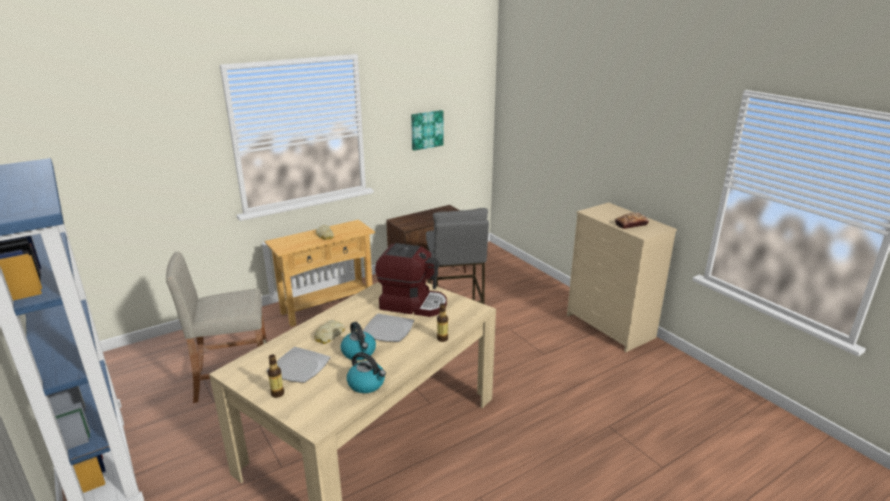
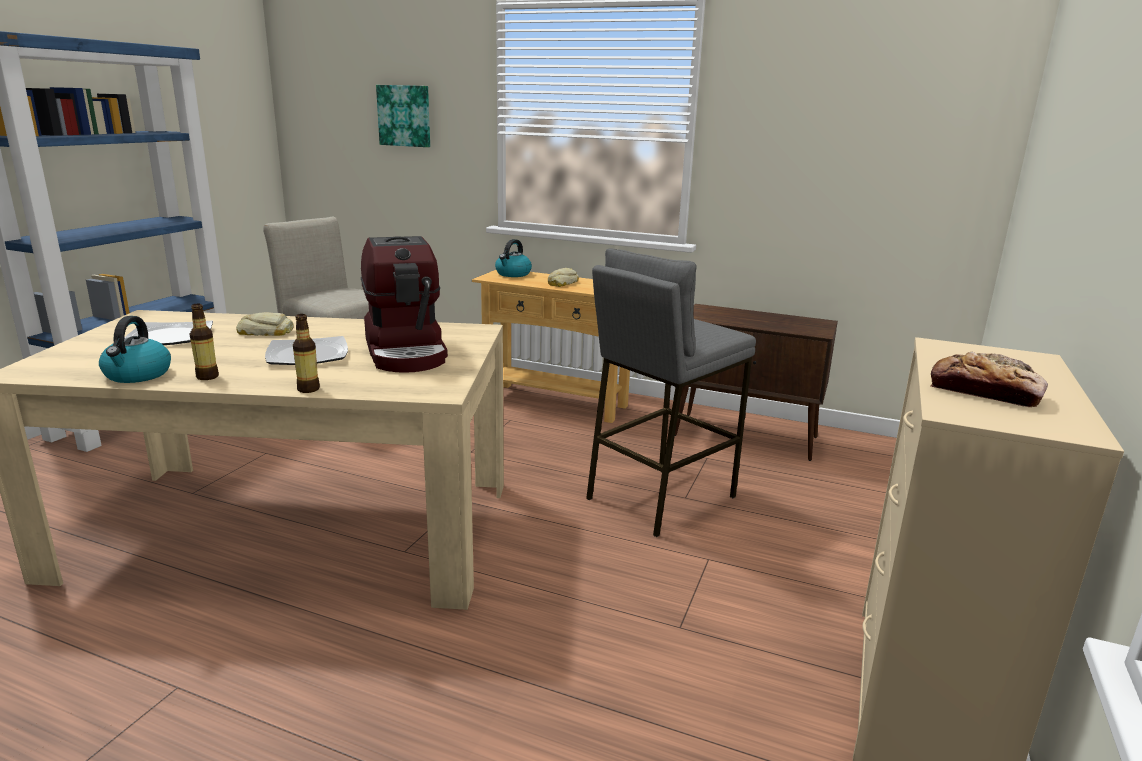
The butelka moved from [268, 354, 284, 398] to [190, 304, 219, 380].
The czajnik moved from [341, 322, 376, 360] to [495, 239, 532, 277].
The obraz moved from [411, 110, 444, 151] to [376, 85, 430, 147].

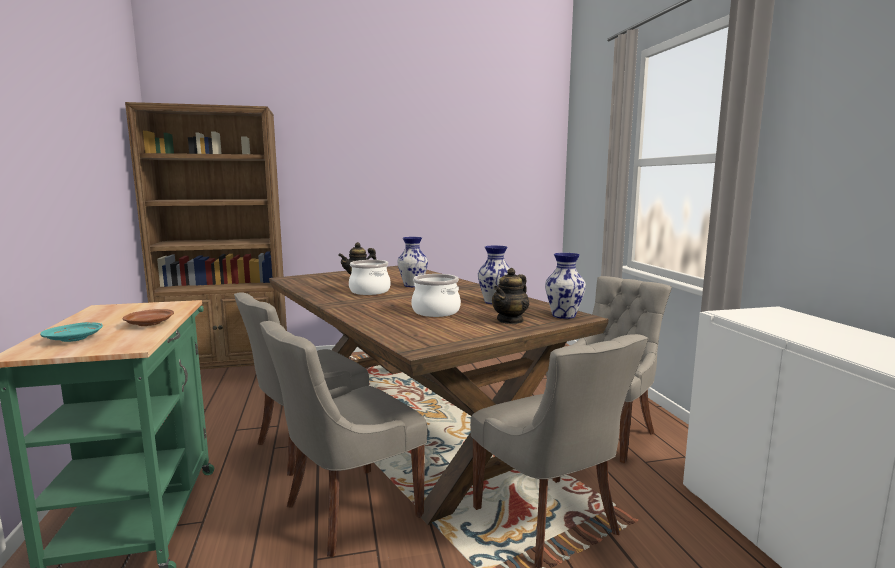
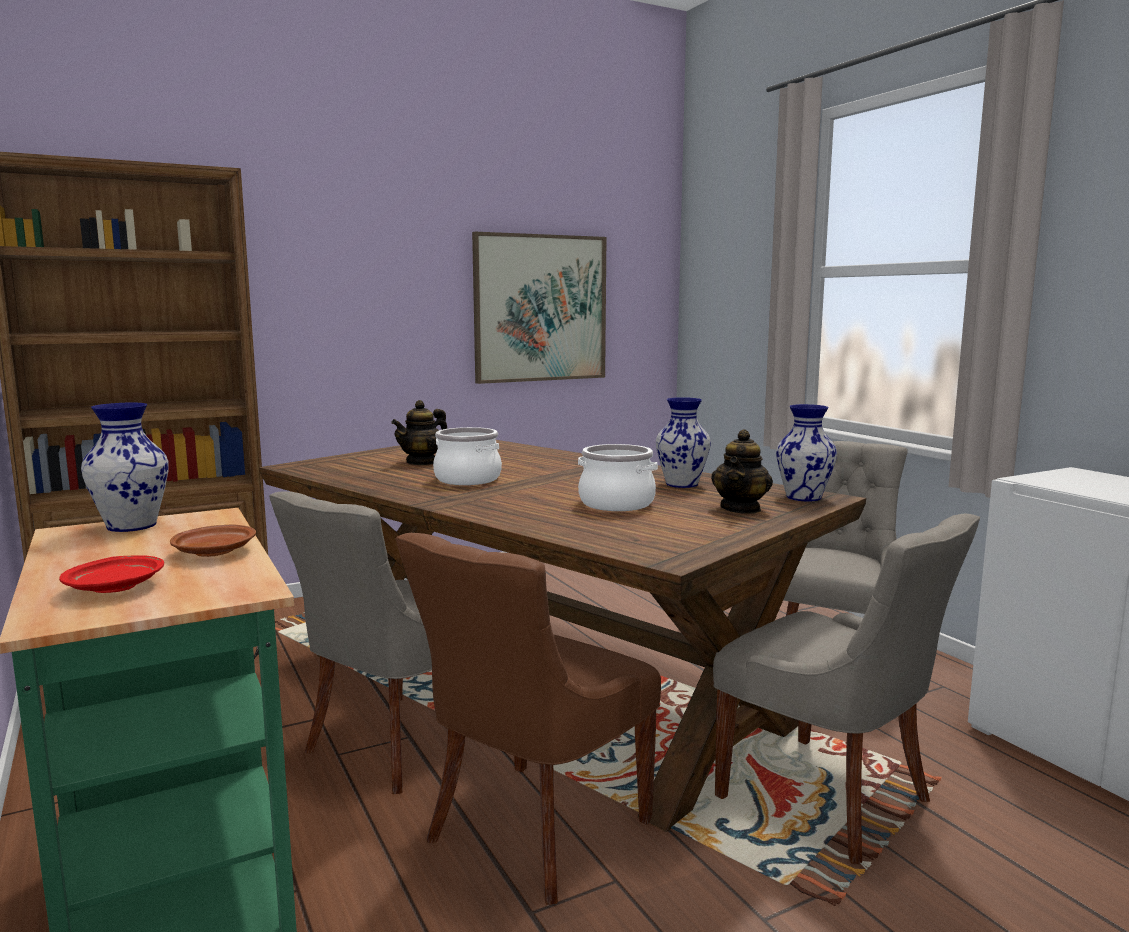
The talerz [turkusowy] at [40, 322, 103, 342] became the talerz [czerwony] at [59, 555, 164, 593].
The krzesło [szary] at [260, 321, 428, 557] became the krzesło [brązowy] at [396, 533, 661, 905].
The wazon moved from [397, 237, 428, 287] to [81, 403, 169, 532].
The obraz at [472, 232, 606, 384] appeared.

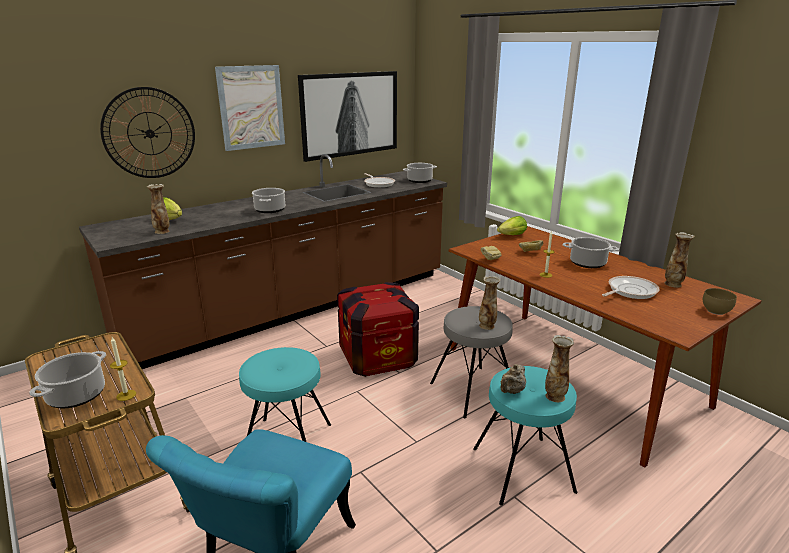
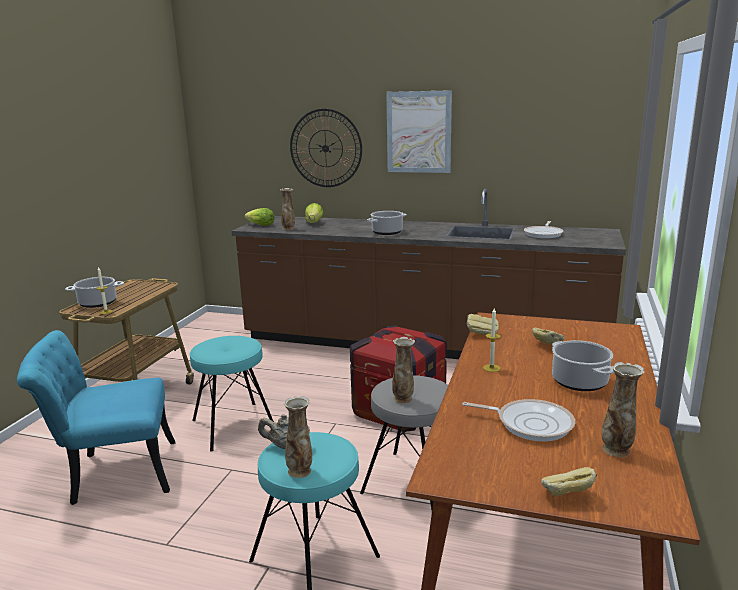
The obraz at [298, 71, 397, 162] disappeared.
The garnek at [403, 163, 437, 183] disappeared.
The sałata moved from [497, 216, 527, 235] to [244, 208, 274, 226].
The miska [brązowy] at [703, 288, 737, 315] was replaced by the chleb at [541, 467, 597, 496].

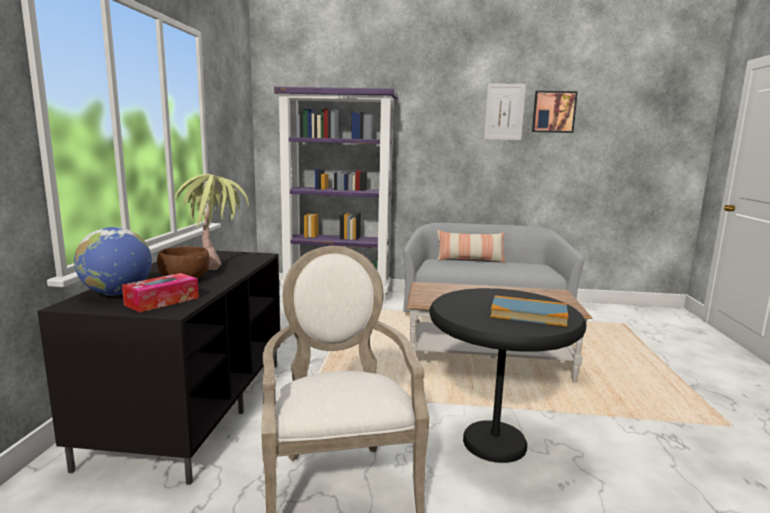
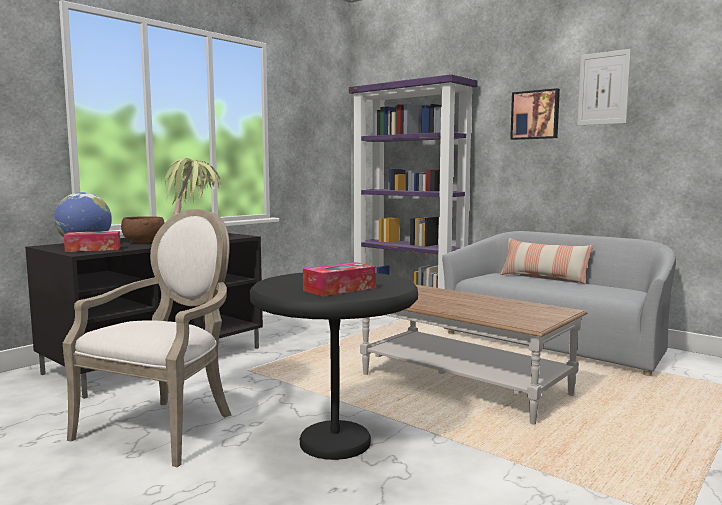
The książka at [490, 296, 568, 327] was replaced by the pudełko chusteczek at [303, 262, 376, 296].
The obraz moved from [532, 91, 578, 133] to [510, 88, 560, 140].

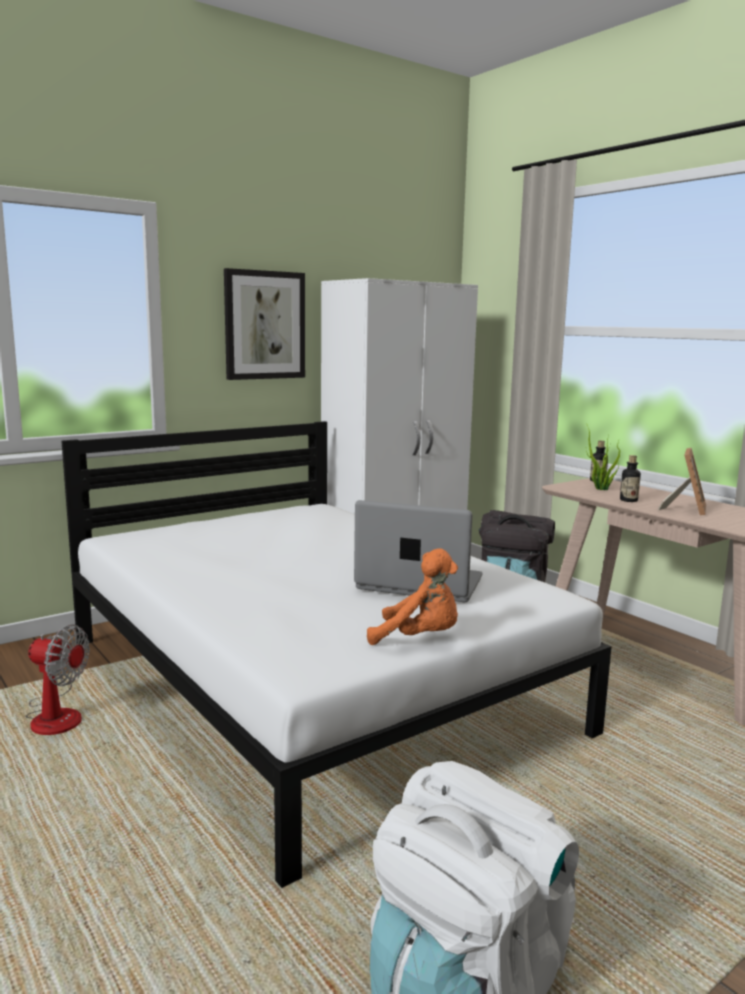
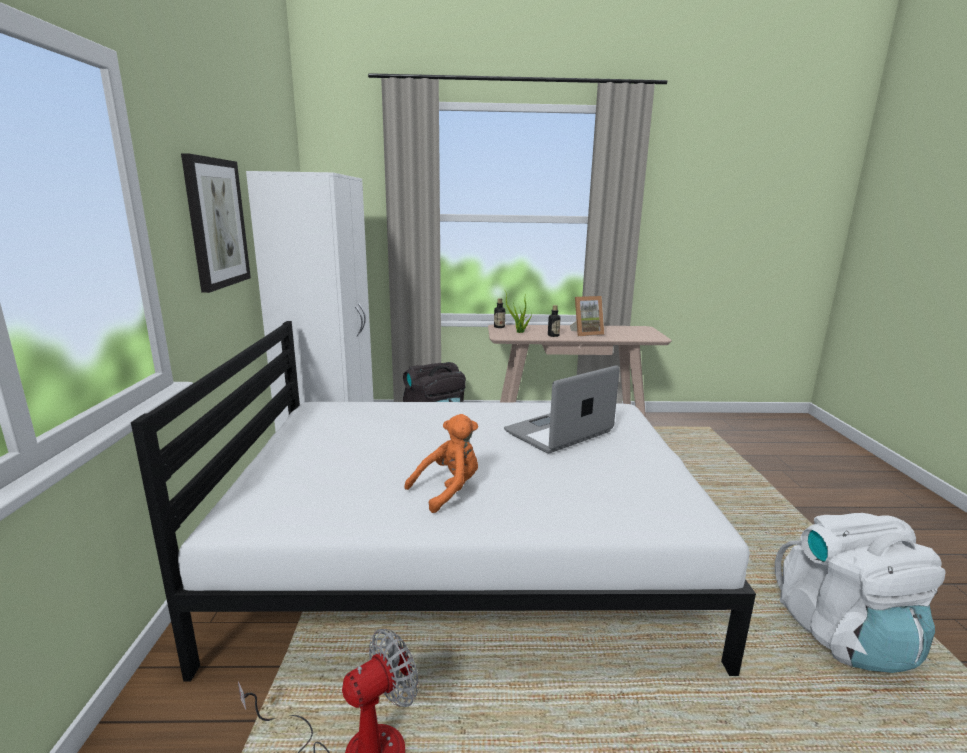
The pluszak [pomarańczowy] moved from [367, 548, 458, 645] to [404, 414, 478, 513].
The ramka na zdjęcie at [658, 447, 706, 516] turned 105 degrees clockwise.

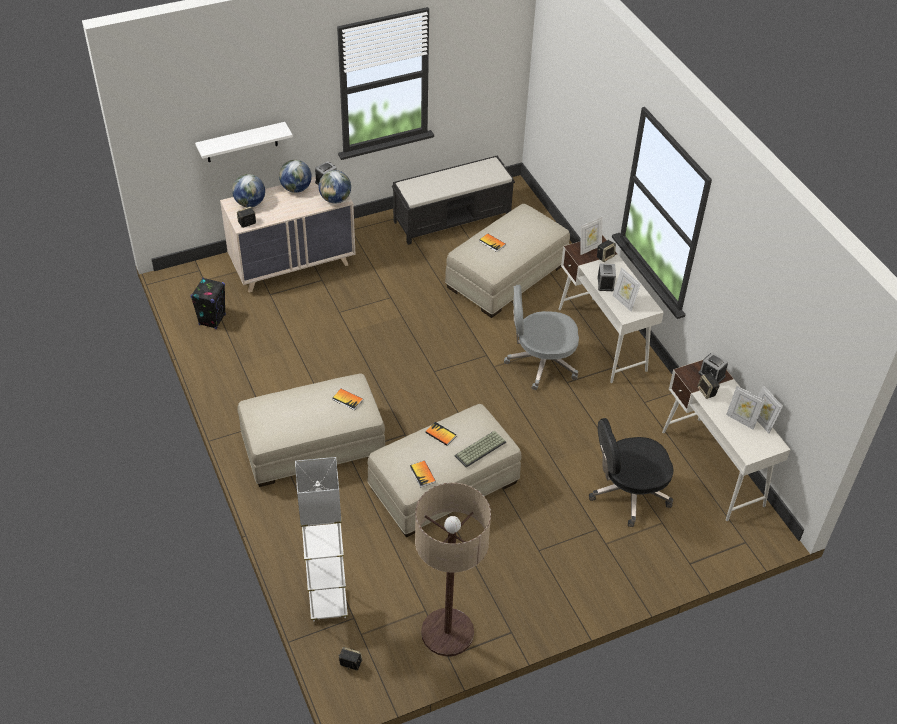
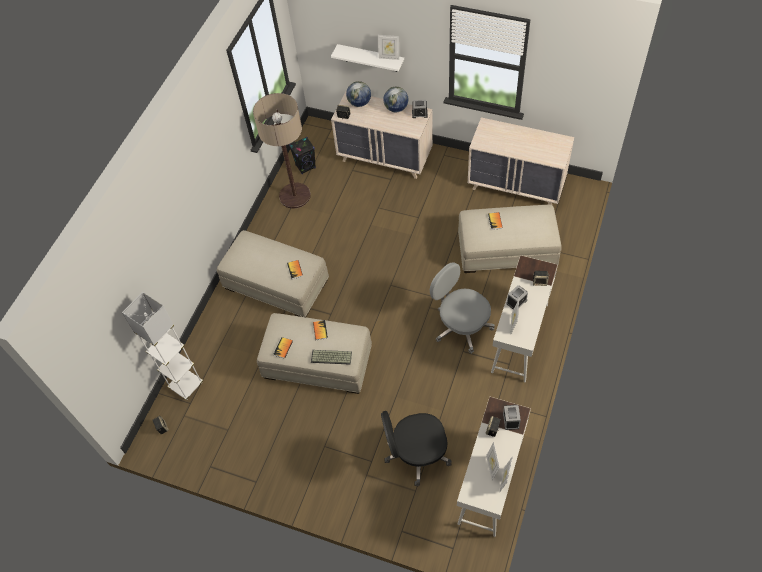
The globus at [319, 170, 351, 204] disappeared.
The ławka [czarny] at [392, 156, 515, 245] was replaced by the komoda [beżowy] at [468, 117, 574, 205].
The lampa stojąca moved from [415, 483, 491, 657] to [253, 93, 311, 209].
The ramka na zdjęcie moved from [580, 217, 602, 255] to [378, 35, 399, 60].
The krzesło biurowe [czarny] at [589, 418, 673, 527] turned 45 degrees counterclockwise.

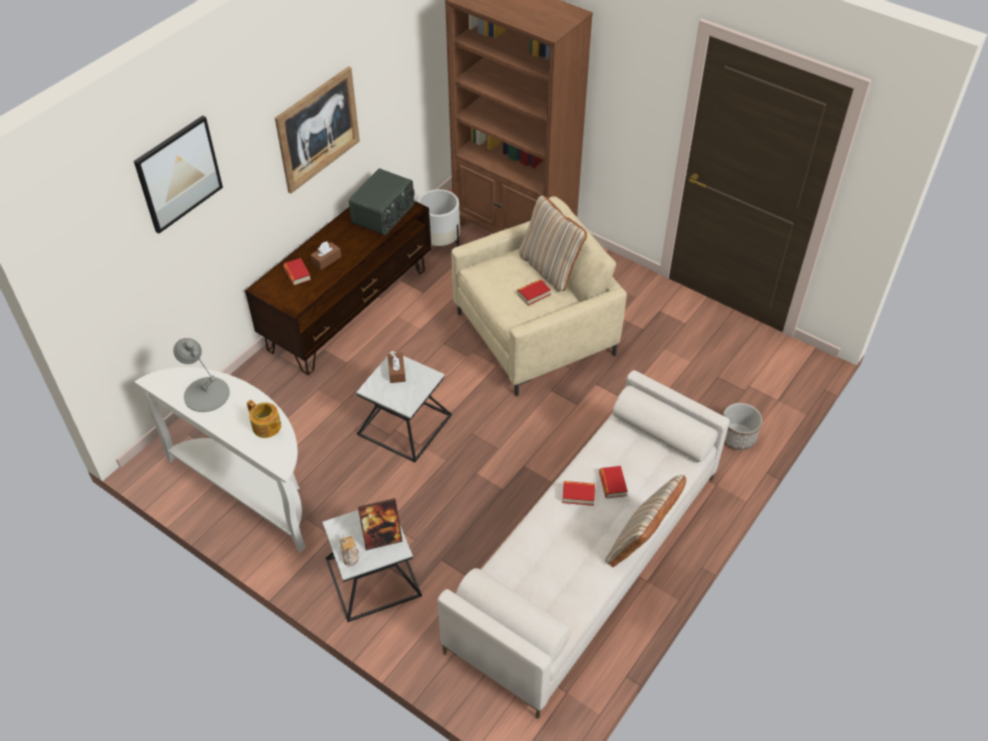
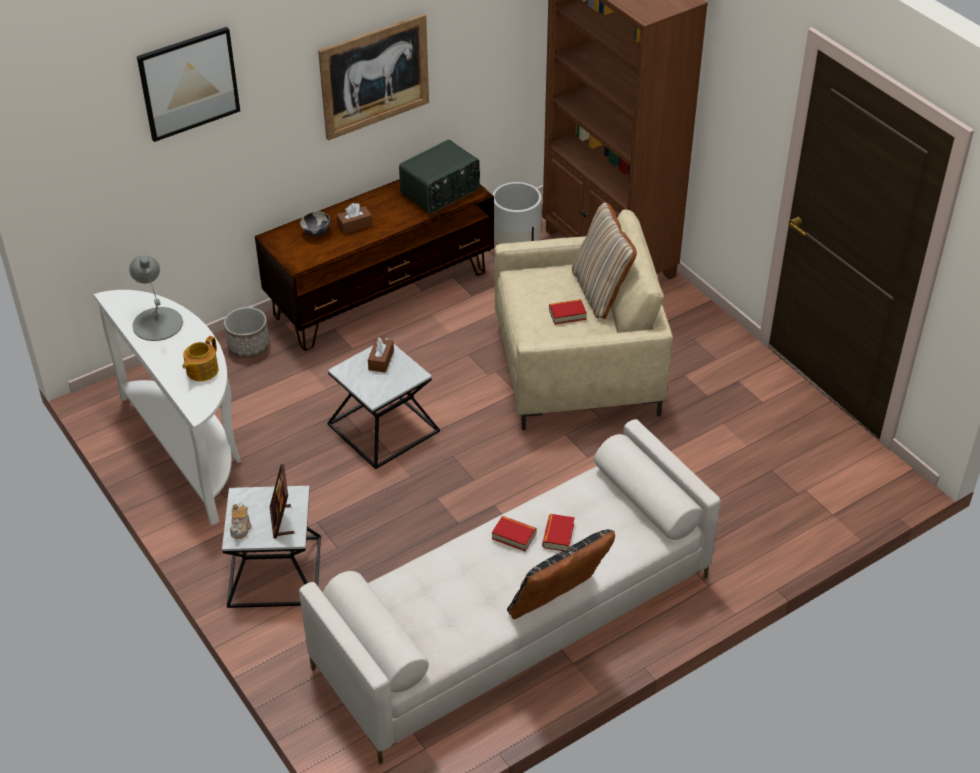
The imbryk at [247, 400, 281, 438] turned 60 degrees clockwise.
The książka at [283, 258, 311, 286] was replaced by the miska at [300, 211, 330, 236].
The ramka na zdjęcie at [358, 498, 403, 550] turned 75 degrees clockwise.
The poduszka [beżowy] at [605, 475, 686, 567] became the poduszka [czarny] at [507, 530, 615, 619].
The donica moved from [723, 403, 762, 450] to [224, 307, 270, 358].

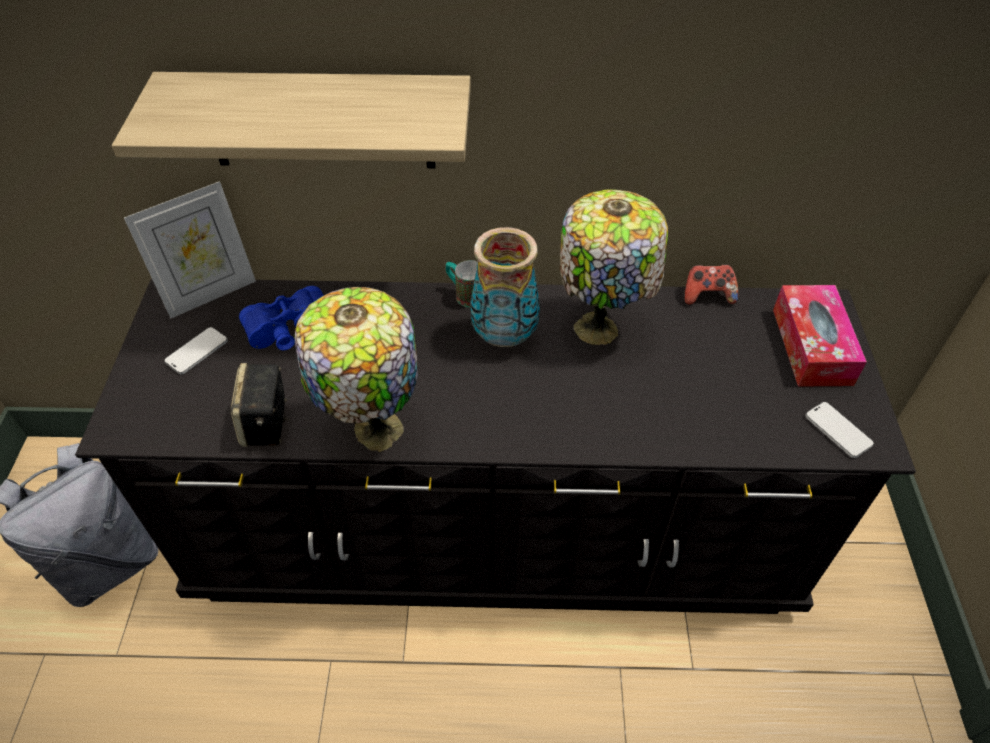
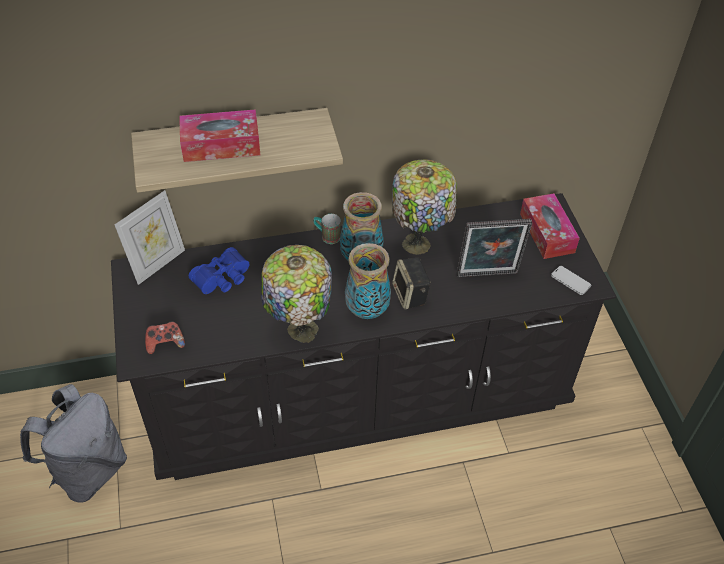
The telefon at [164, 327, 228, 374] disappeared.
The głośnik moved from [230, 363, 291, 447] to [392, 257, 431, 309].
The pad do gier moved from [684, 264, 738, 305] to [145, 321, 185, 354].
The pudełko chusteczek at [179, 109, 260, 162] appeared.
The wazon at [345, 243, 391, 319] appeared.
The ramka na zdjęcie at [457, 219, 532, 277] appeared.

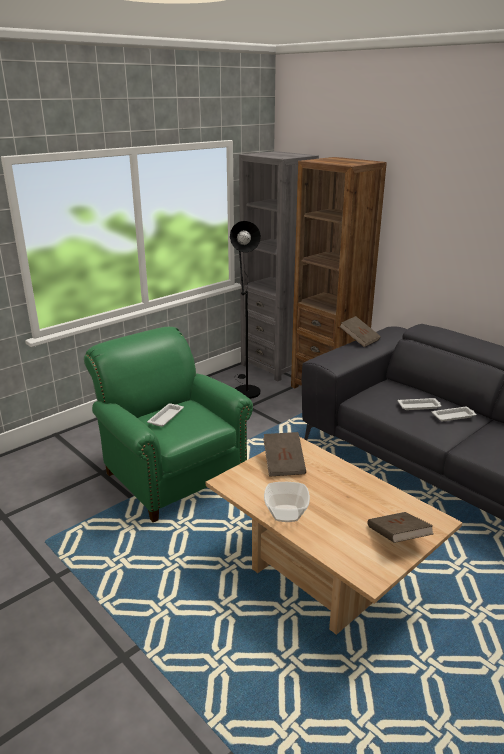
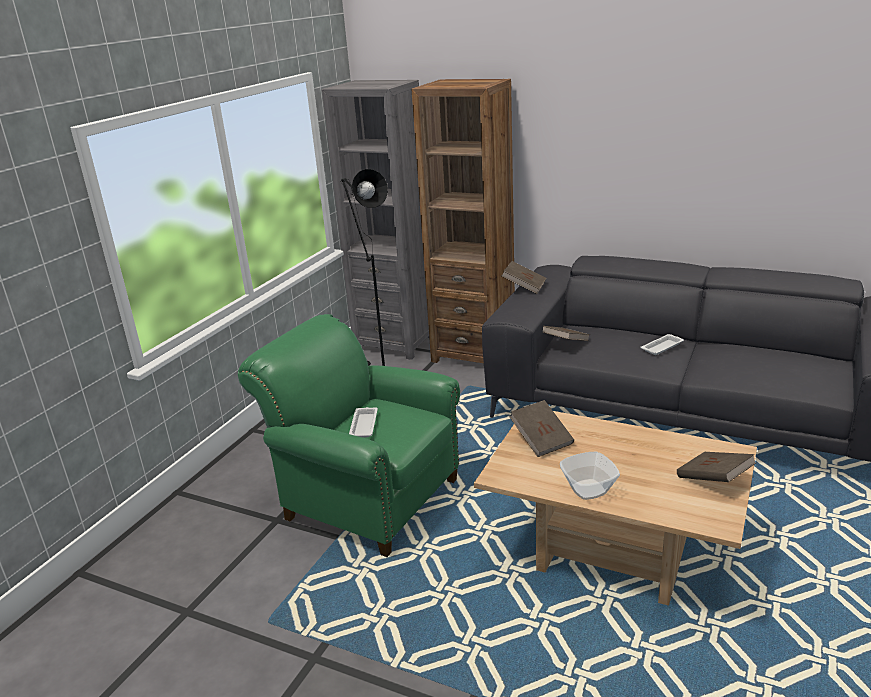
The taca [biały] at [398, 398, 441, 410] disappeared.
The książka [brązowy] at [542, 326, 590, 341] appeared.

